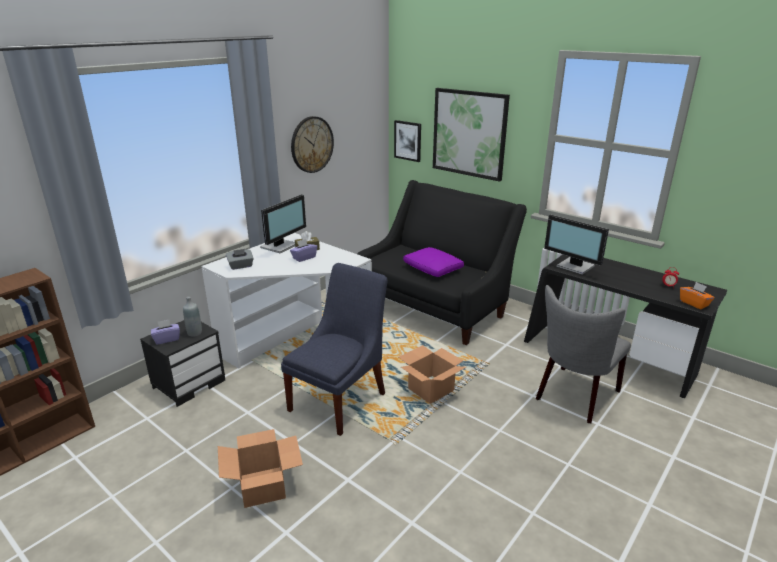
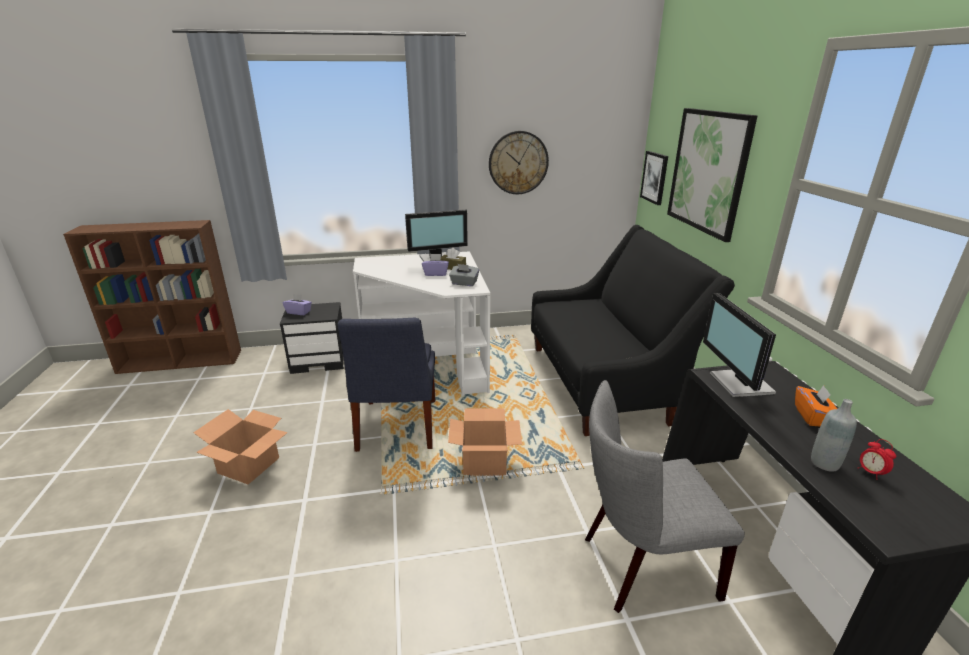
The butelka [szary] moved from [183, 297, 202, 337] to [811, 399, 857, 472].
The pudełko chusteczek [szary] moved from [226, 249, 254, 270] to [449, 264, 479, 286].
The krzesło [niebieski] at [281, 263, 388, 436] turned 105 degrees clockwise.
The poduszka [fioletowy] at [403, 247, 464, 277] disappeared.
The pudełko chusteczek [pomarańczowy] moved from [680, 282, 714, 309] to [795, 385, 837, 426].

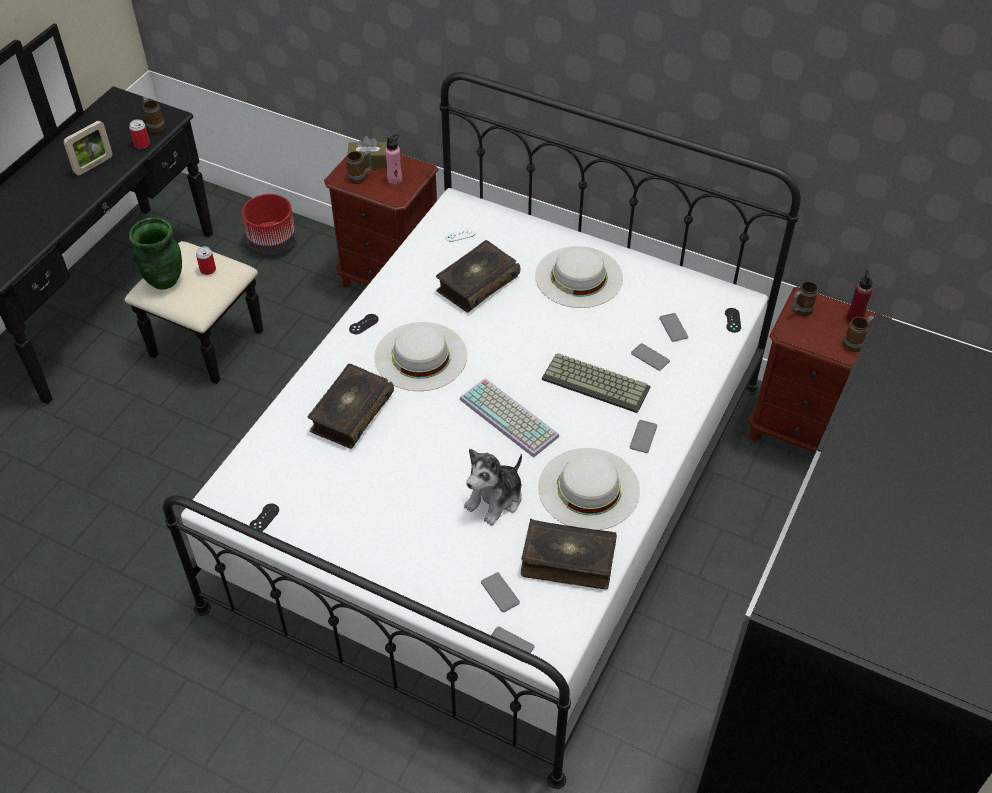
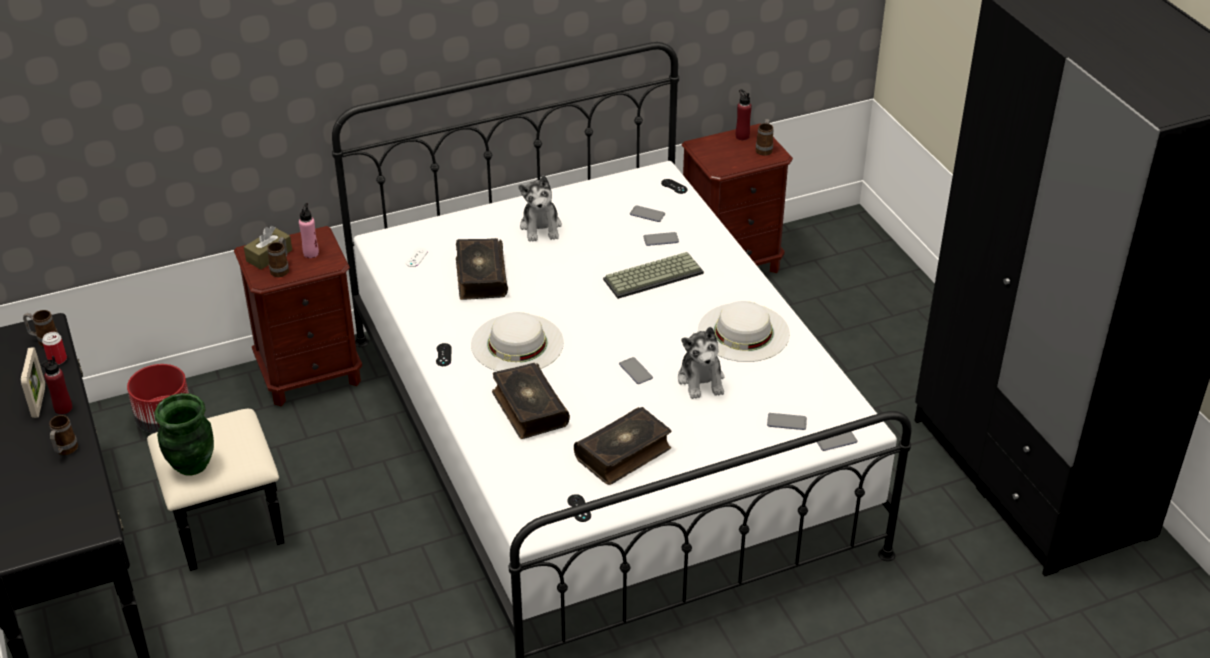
The puszka at [196, 246, 216, 275] disappeared.
The klawiatura at [460, 378, 559, 458] disappeared.
The książka moved from [521, 519, 617, 589] to [574, 407, 671, 485].
The kapelusz [biały] at [535, 246, 623, 308] was replaced by the pluszak at [518, 175, 562, 242].
The telefon moved from [630, 420, 657, 453] to [619, 357, 653, 384].
The kubek moved from [791, 281, 818, 316] to [49, 415, 78, 455].
The butelka [czerwony] at [41, 356, 73, 414] appeared.

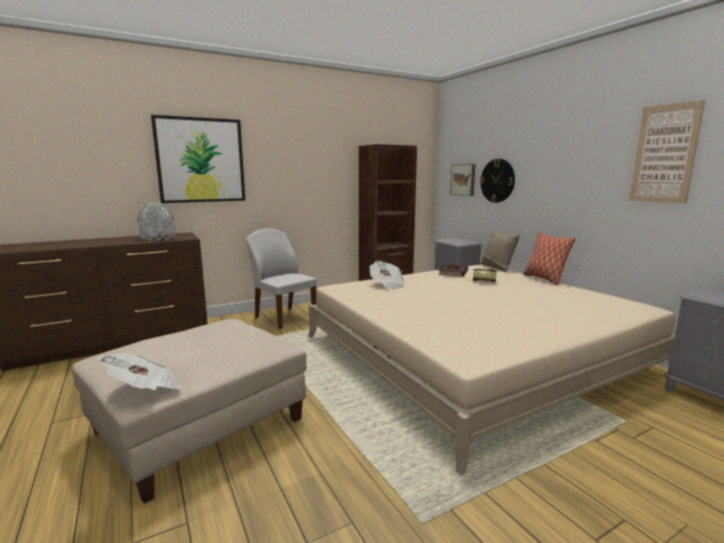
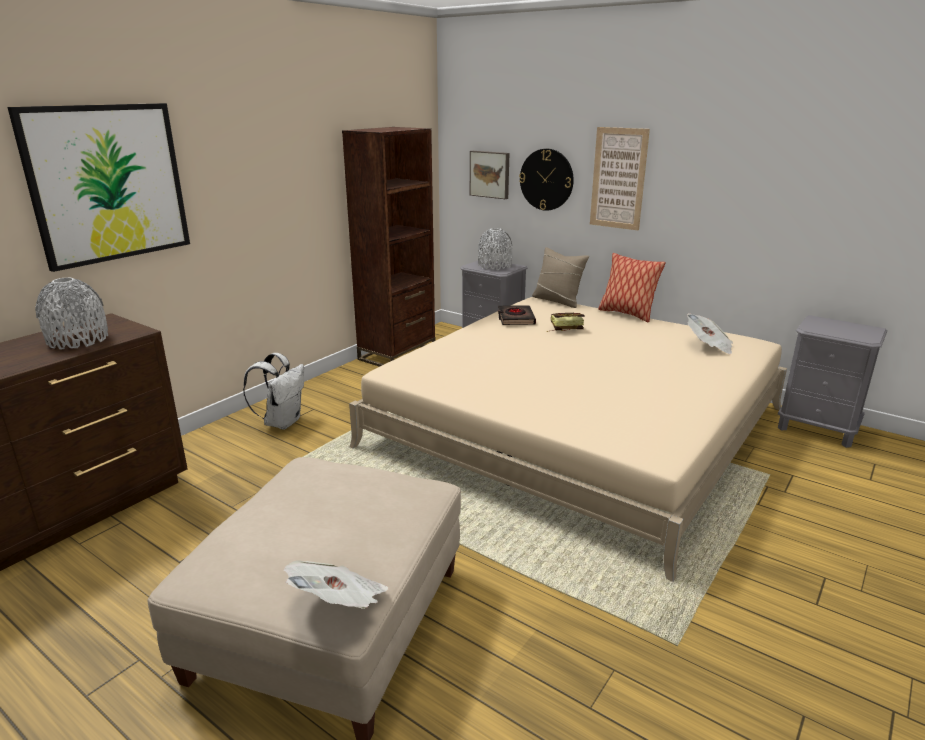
The krzesło [biały] at [246, 228, 317, 329] was replaced by the plecak [biały] at [243, 353, 304, 429].
The gazeta moved from [369, 261, 405, 289] to [687, 313, 733, 354].
The obraz moved from [629, 100, 705, 204] to [590, 127, 650, 230].
The wazon [szary] at [478, 228, 512, 270] appeared.

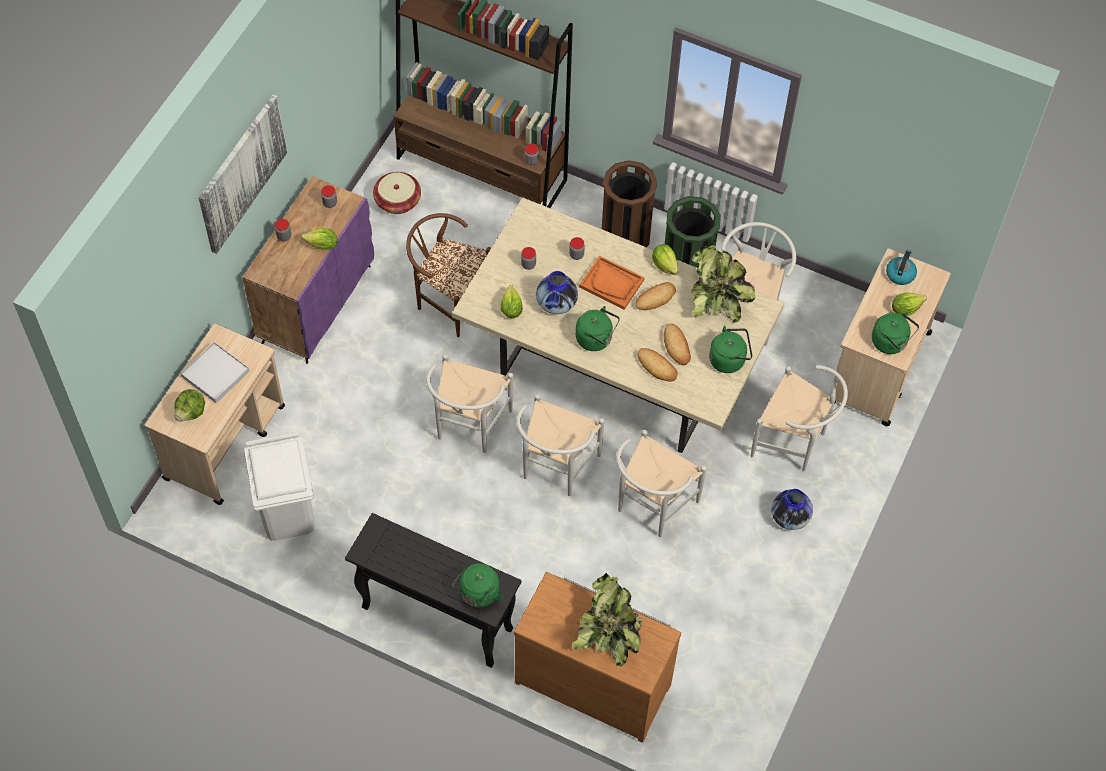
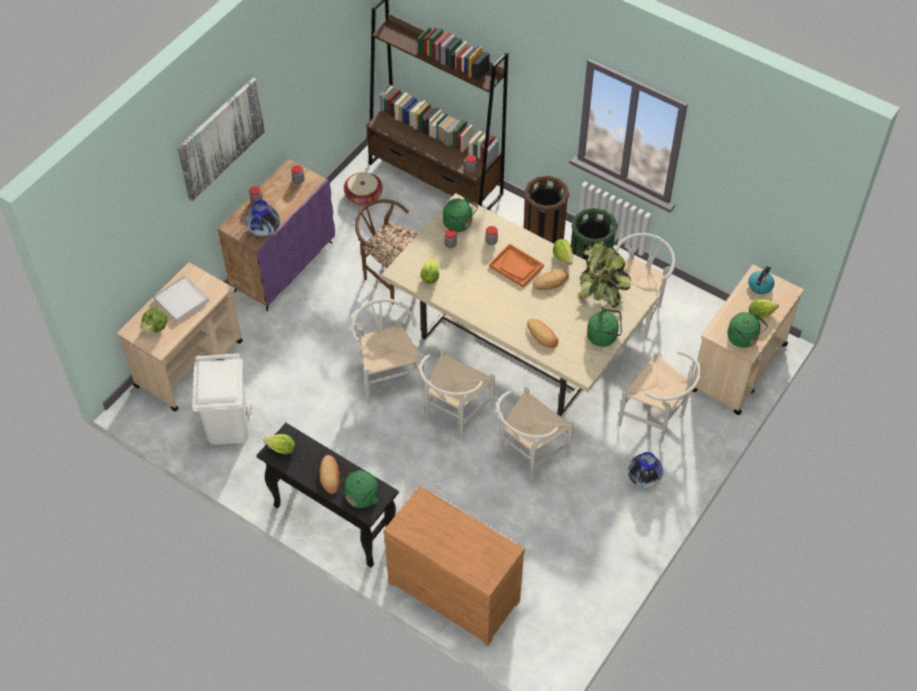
The sałata moved from [301, 228, 338, 250] to [263, 434, 296, 454].
The krzesło [biały] at [426, 354, 513, 453] turned 135 degrees clockwise.
The wazon moved from [536, 271, 578, 314] to [246, 200, 280, 237].
The roślina doniczkowa at [572, 573, 643, 667] disappeared.
The czajnik [zielony] moved from [576, 306, 620, 351] to [443, 198, 478, 232].
The chleb moved from [664, 323, 691, 365] to [319, 455, 340, 494].

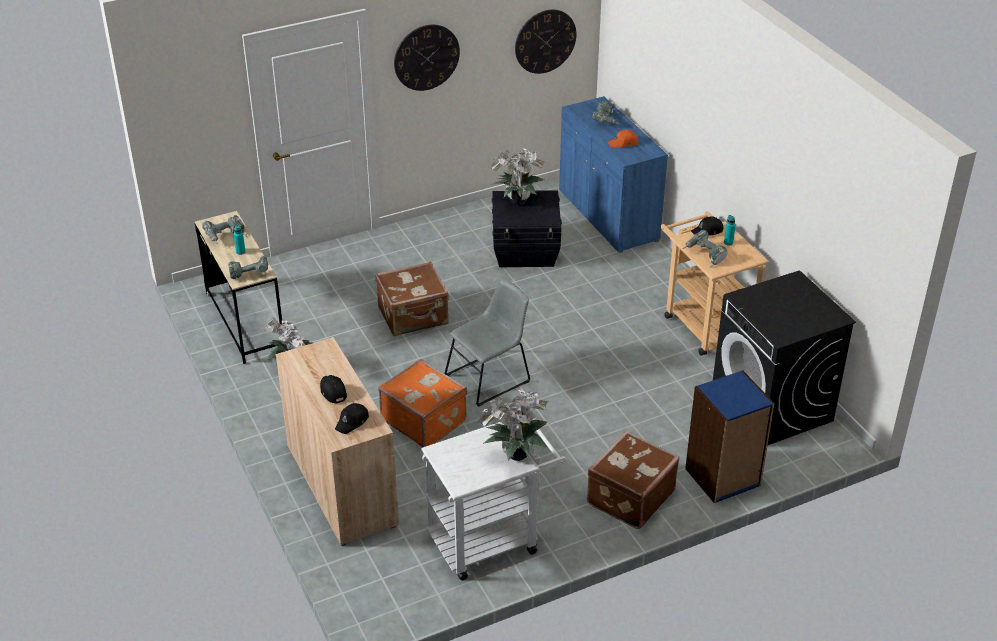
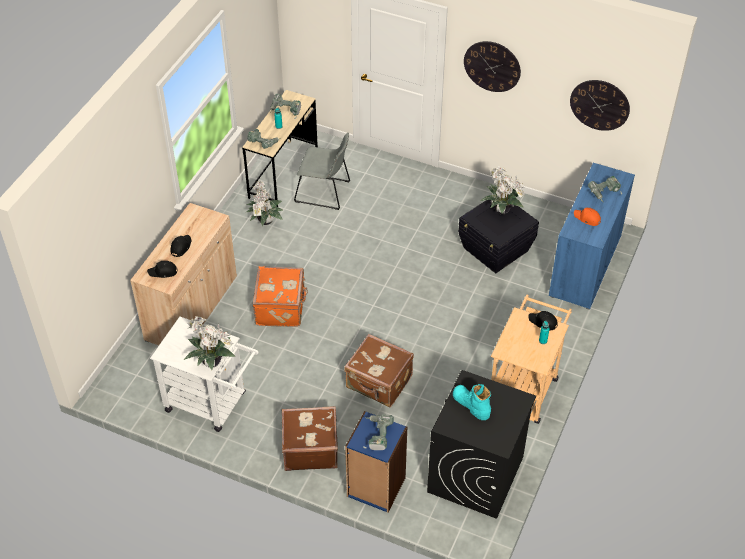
The walizka [brązowy] moved from [375, 261, 449, 336] to [344, 334, 414, 407].
The krzesło [szary] moved from [444, 278, 530, 407] to [294, 133, 350, 210].
The wiertarka moved from [683, 230, 727, 268] to [363, 414, 394, 450].
The but z cholewką [turkusowy] at [453, 384, 491, 420] appeared.

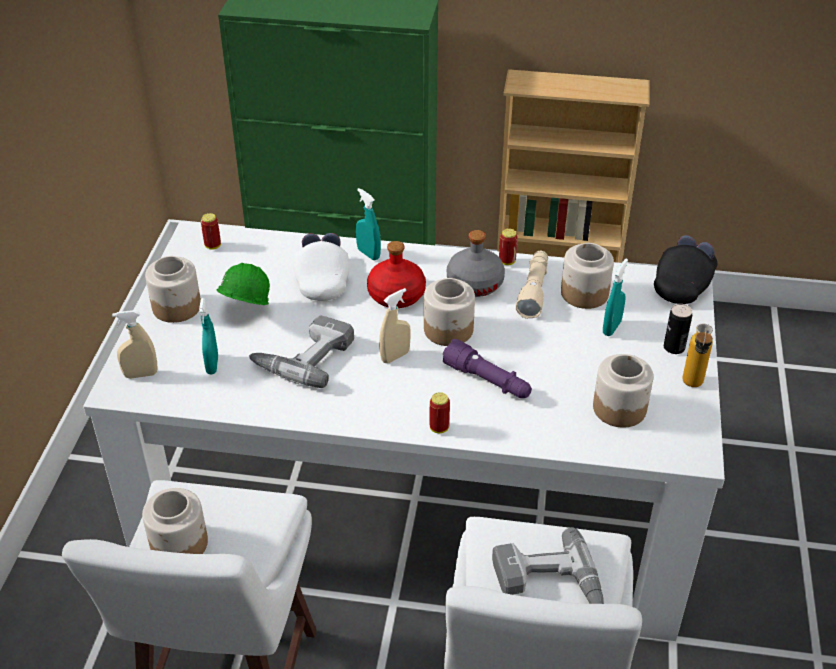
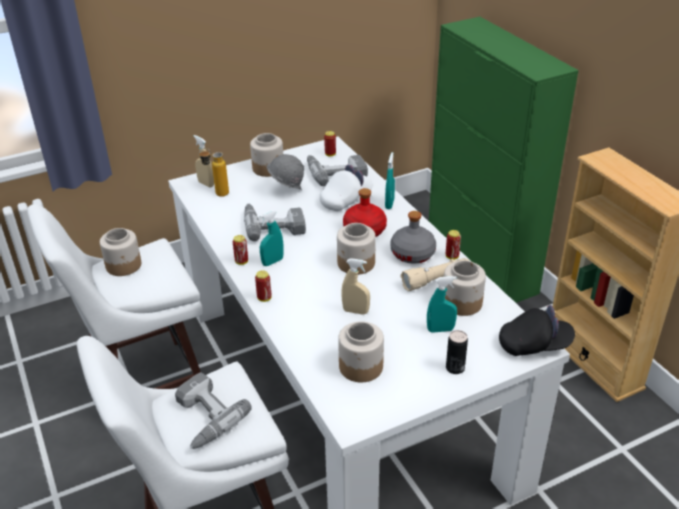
The spryskiwacz [turkusowy] moved from [199, 298, 218, 374] to [260, 210, 284, 266].
The kask [zielony] at [217, 263, 270, 305] became the kask [szary] at [266, 154, 304, 190].
The spryskiwacz [beżowy] moved from [379, 288, 411, 363] to [341, 258, 370, 315].
The latarka [fioletowy] at [443, 339, 532, 398] disappeared.
The butelka moved from [682, 324, 713, 387] to [199, 148, 229, 197].
The puszka at [233, 235, 248, 265] appeared.
The wiertarka at [307, 155, 368, 186] appeared.

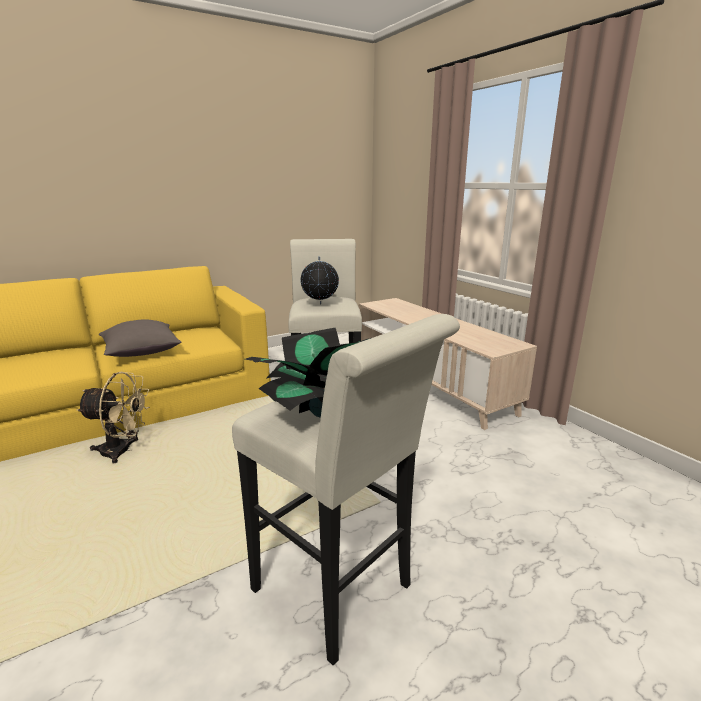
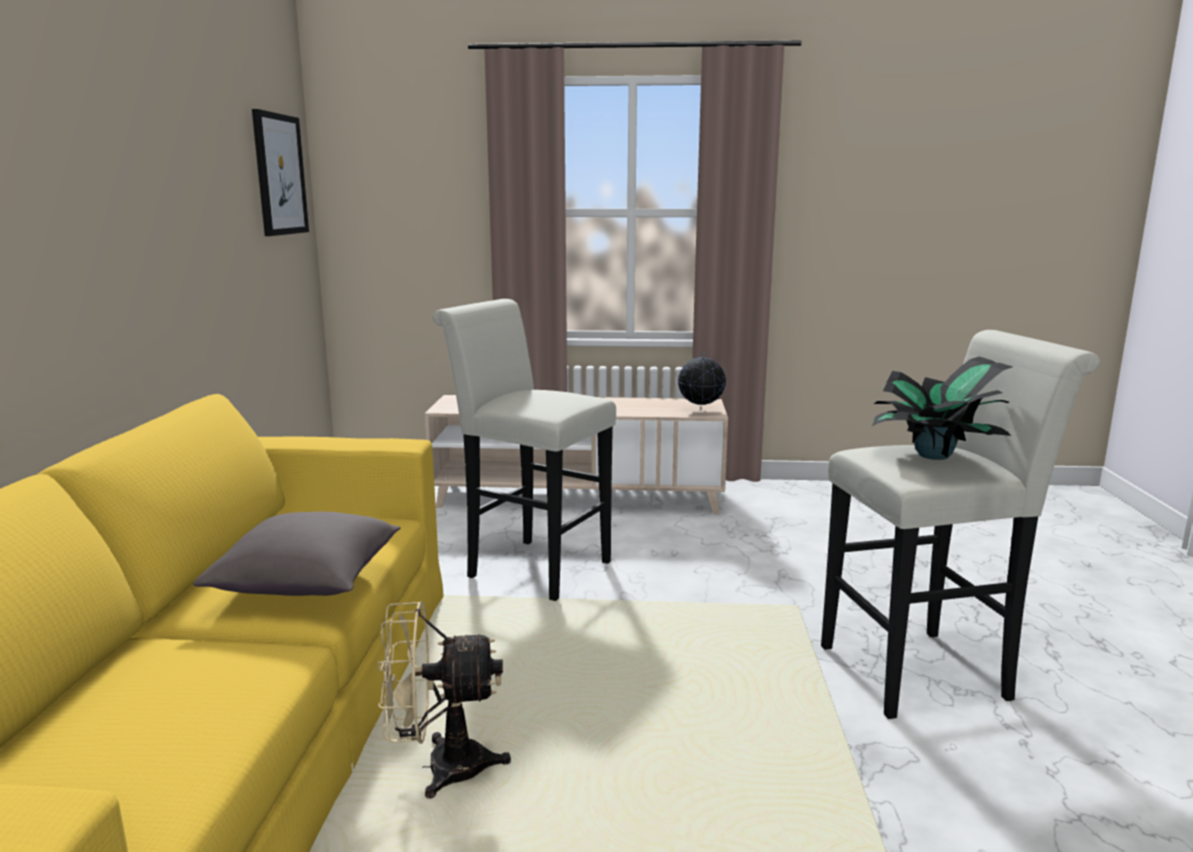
The wentylator [beżowy] at [77, 372, 150, 463] turned 135 degrees counterclockwise.
The globus moved from [300, 256, 339, 304] to [678, 352, 726, 411].
The obraz at [252, 109, 309, 236] appeared.

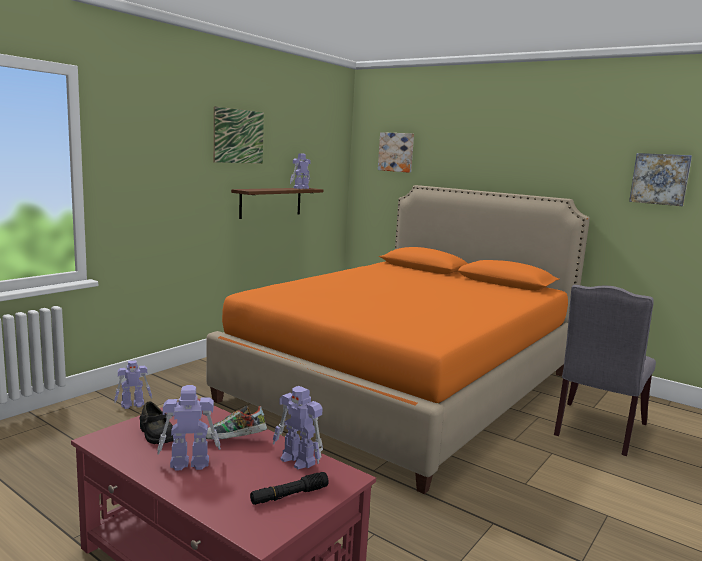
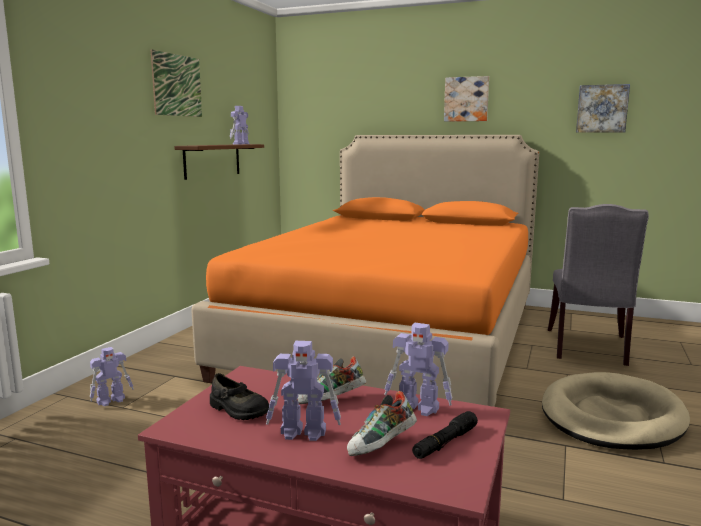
The robot zabawkowy at [157, 385, 221, 471] turned 150 degrees counterclockwise.
The obraz moved from [378, 132, 414, 173] to [444, 76, 489, 122].
The but at [347, 391, 417, 456] appeared.
The legowisko [beżowy] at [542, 372, 690, 450] appeared.

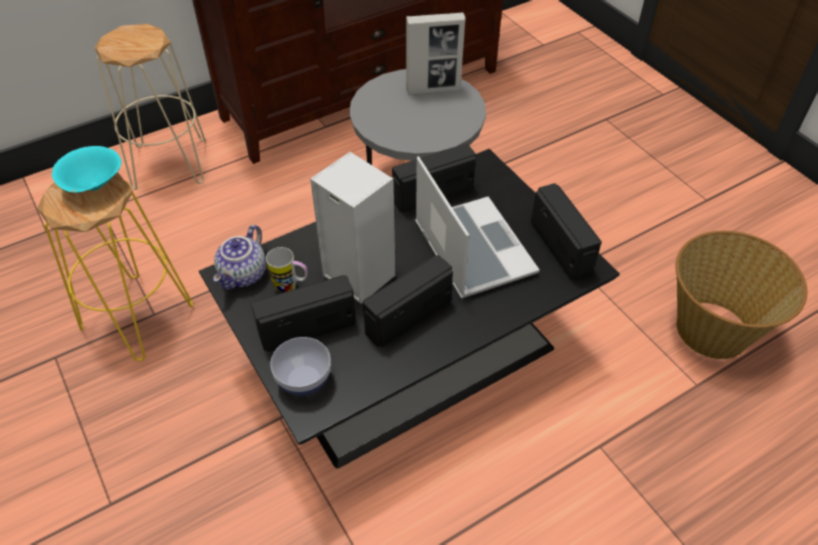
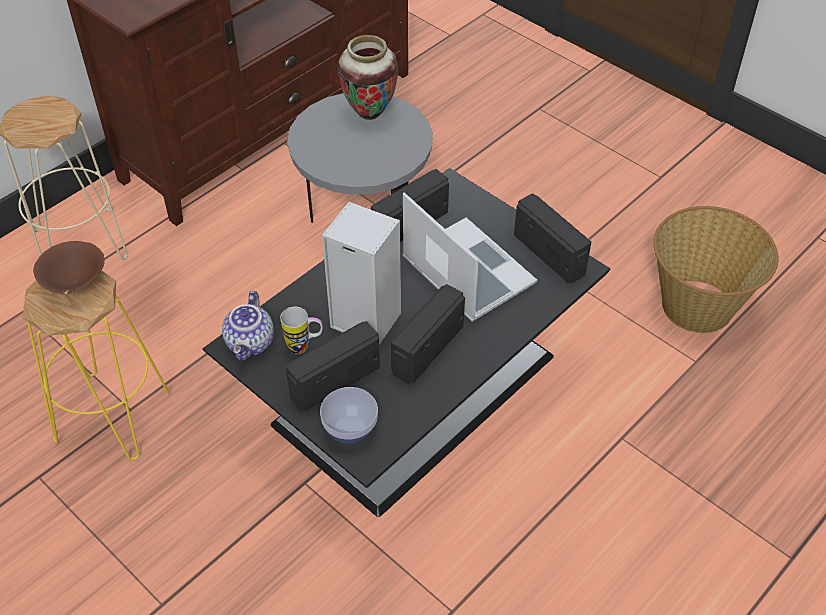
The miska [turkusowy] at [52, 146, 122, 193] became the miska [brązowy] at [33, 241, 105, 294].
The ramka na zdjęcie at [406, 12, 465, 95] was replaced by the wazon at [337, 35, 398, 120].

